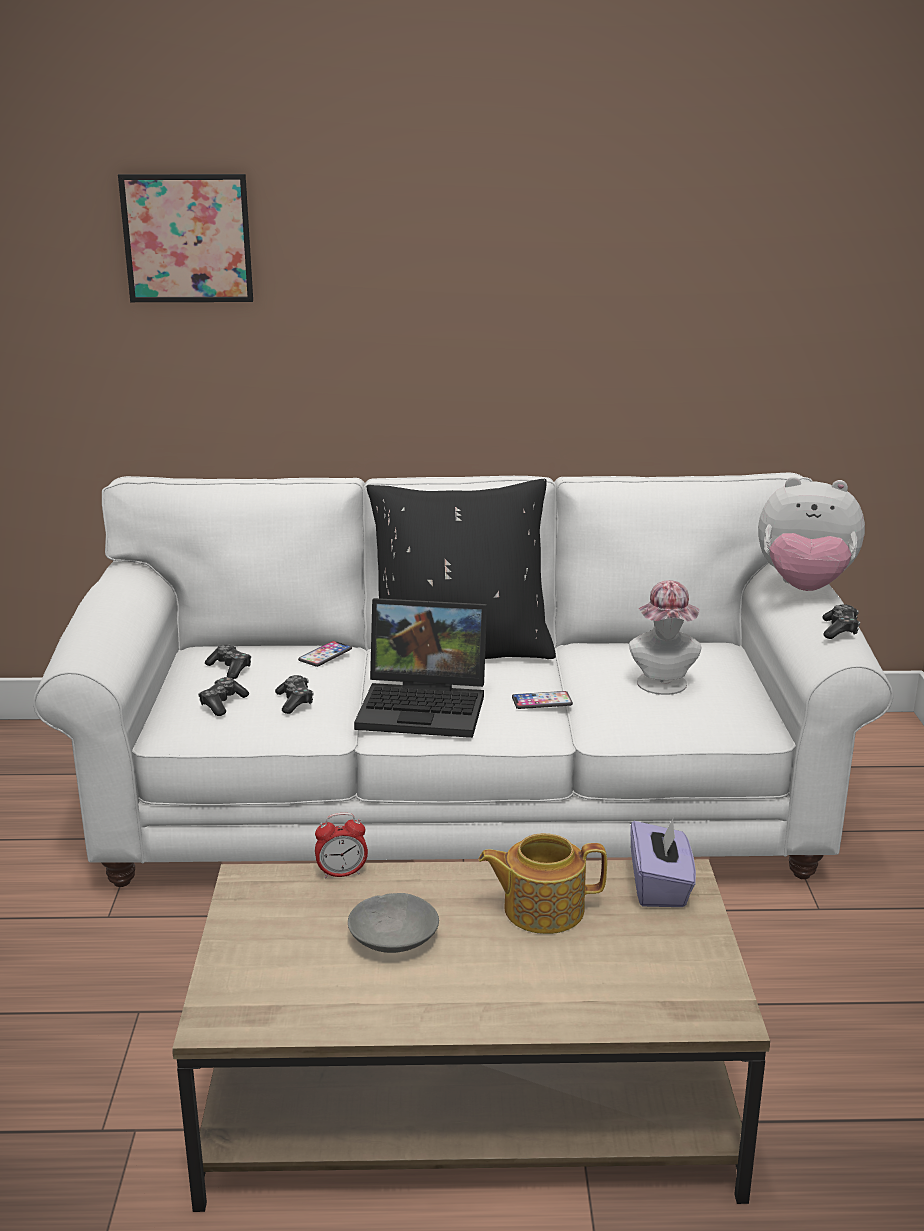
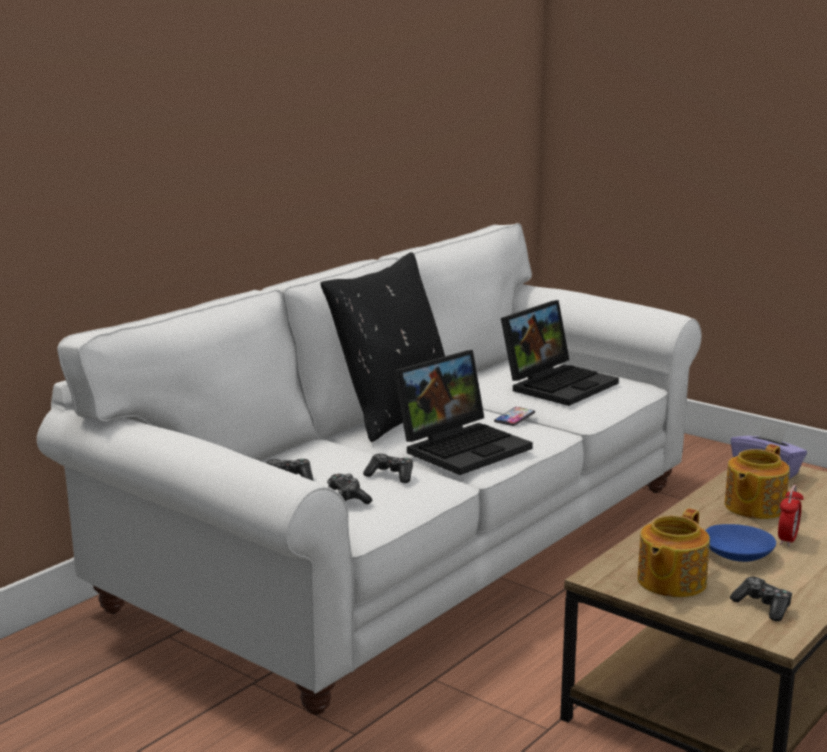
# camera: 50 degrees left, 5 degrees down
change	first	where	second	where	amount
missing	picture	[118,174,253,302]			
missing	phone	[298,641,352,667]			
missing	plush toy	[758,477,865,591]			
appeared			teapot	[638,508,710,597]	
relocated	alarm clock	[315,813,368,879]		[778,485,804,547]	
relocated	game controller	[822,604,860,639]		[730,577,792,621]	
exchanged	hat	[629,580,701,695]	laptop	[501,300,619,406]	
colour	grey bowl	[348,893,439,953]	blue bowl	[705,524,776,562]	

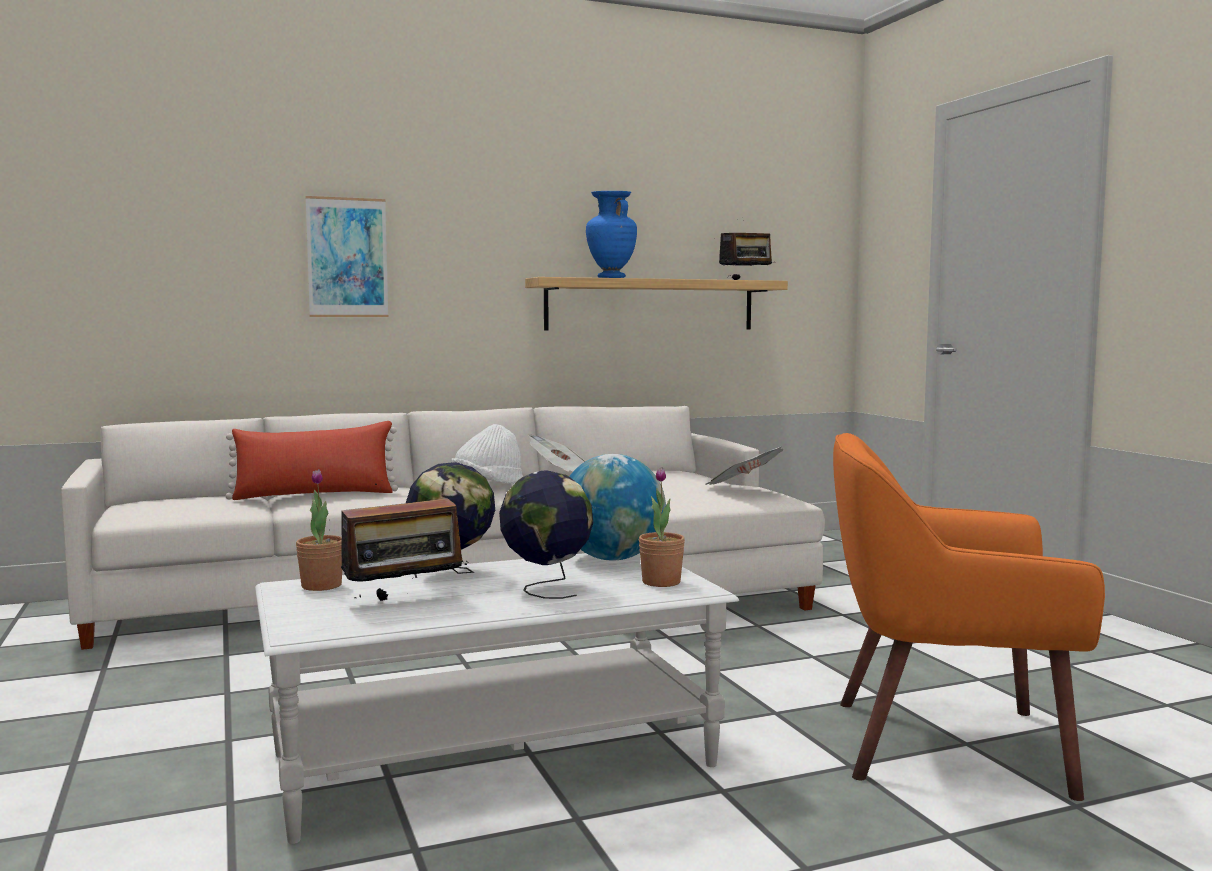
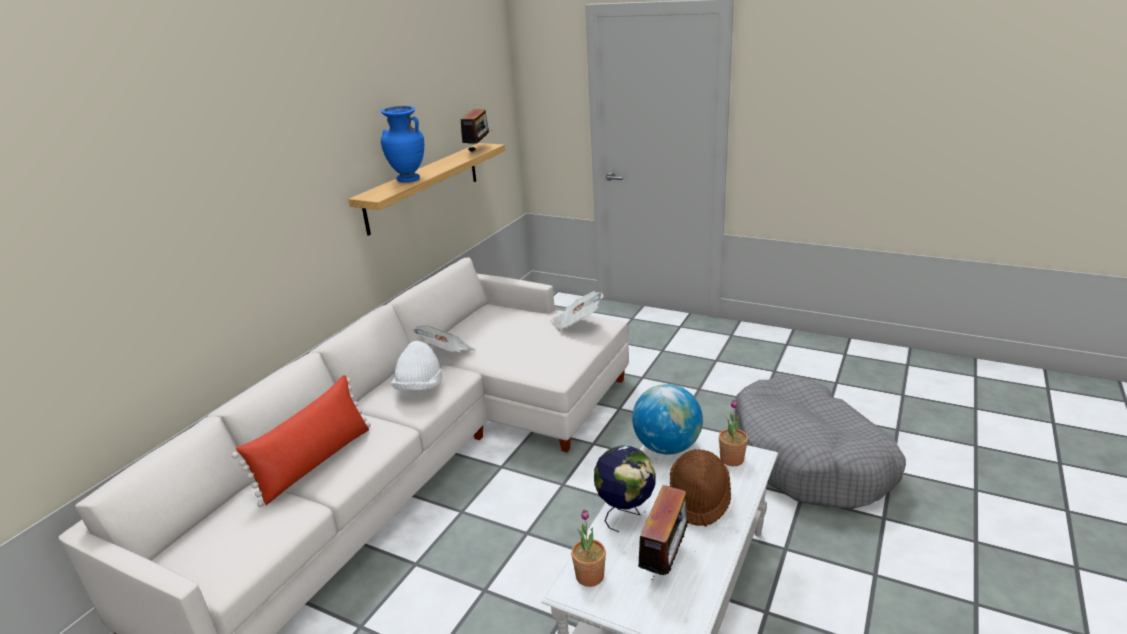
# camera: 40 degrees left, 20 degrees up
change	first	where	second	where	amount
missing	picture	[305,196,389,317]			
exchanged	globe	[499,470,593,599]	brown hat	[670,449,731,527]	
exchanged	orange armchair	[833,433,1105,801]	grey dog bed	[734,375,906,509]	

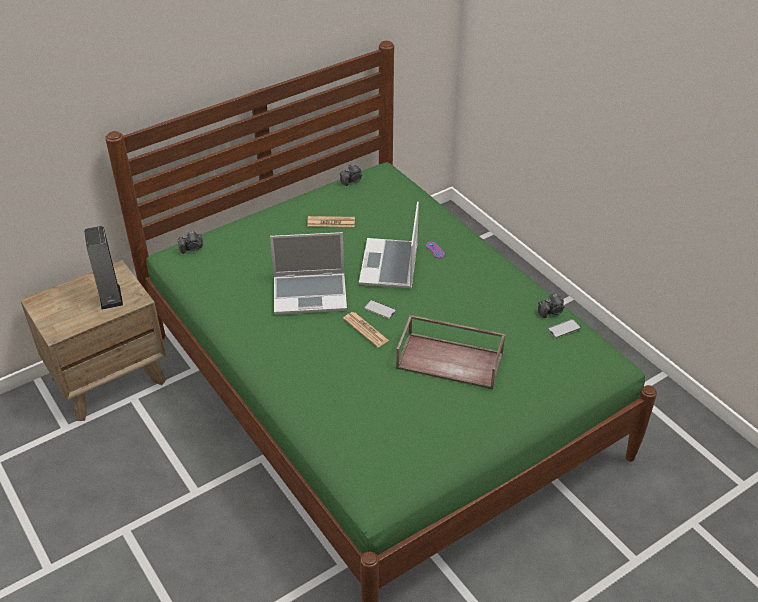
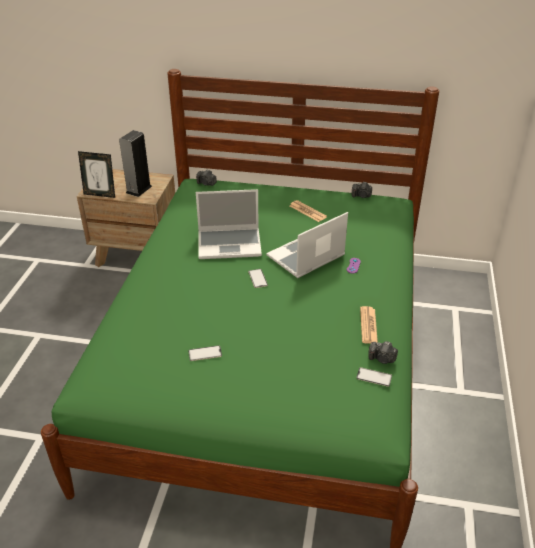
# camera: 45 degrees right, 5 degrees down
change	first	where	second	where	amount
missing	brown tray	[396,315,506,389]			
appeared			picture frame	[78,151,115,198]	
appeared			phone	[188,345,222,361]	
relocated	newspaper	[343,312,389,347]		[360,306,378,344]	
spun	laptop	[270,232,347,315]		[196,189,262,259]	45 degrees counterclockwise

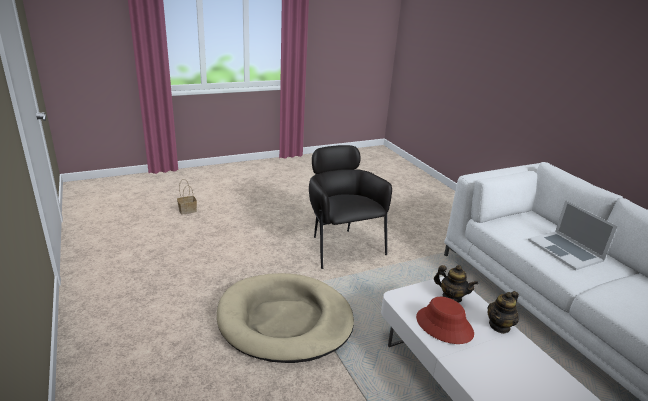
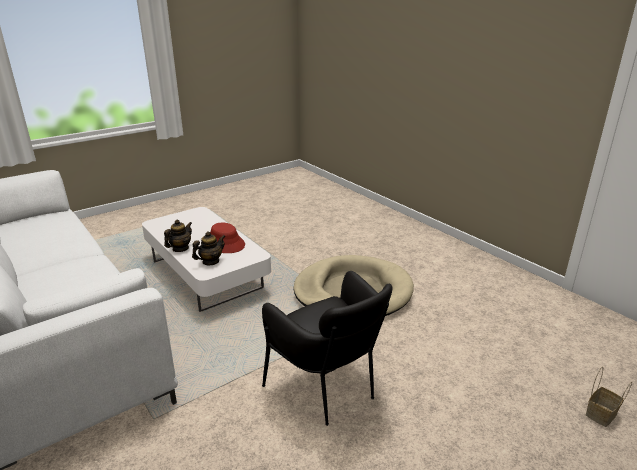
# camera: 170 degrees right, 0 degrees up
change	first	where	second	where	amount
missing	laptop	[528,200,618,271]			
spun	teapot	[434,265,478,303]		[192,232,226,265]	120 degrees clockwise

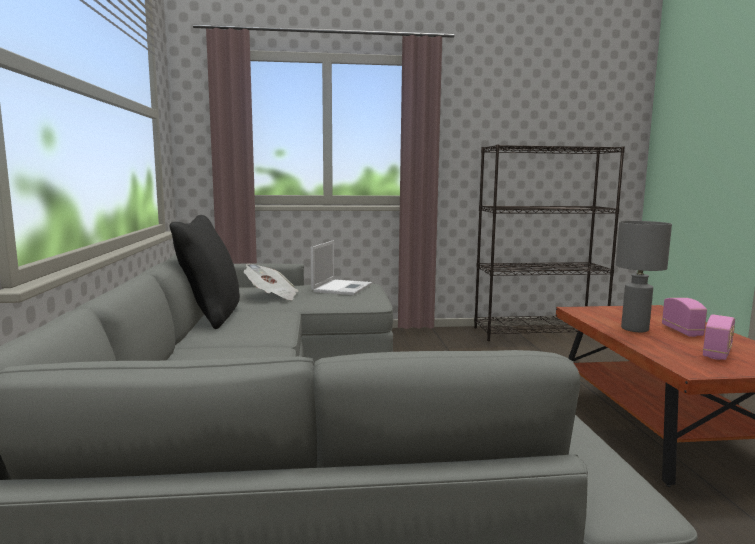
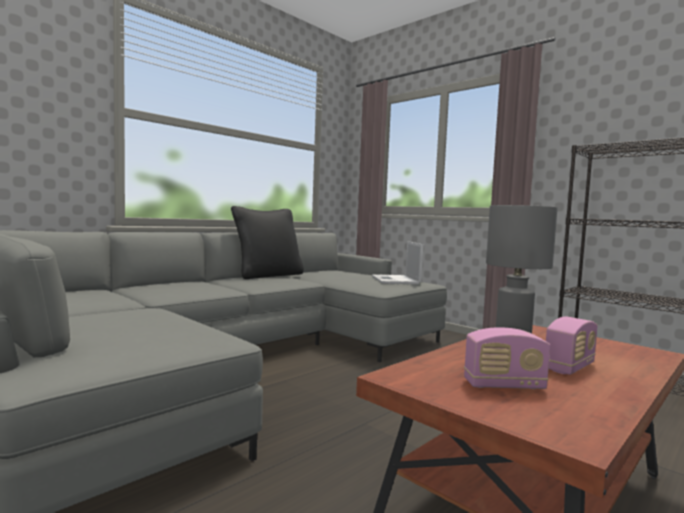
# camera: 50 degrees right, 5 degrees down
change	first	where	second	where	amount
missing	newspaper	[244,264,298,300]			
spun	laptop	[311,240,372,295]		[372,241,423,284]	105 degrees clockwise

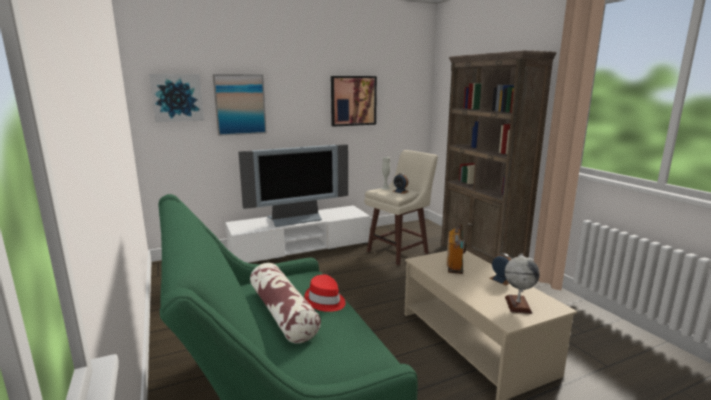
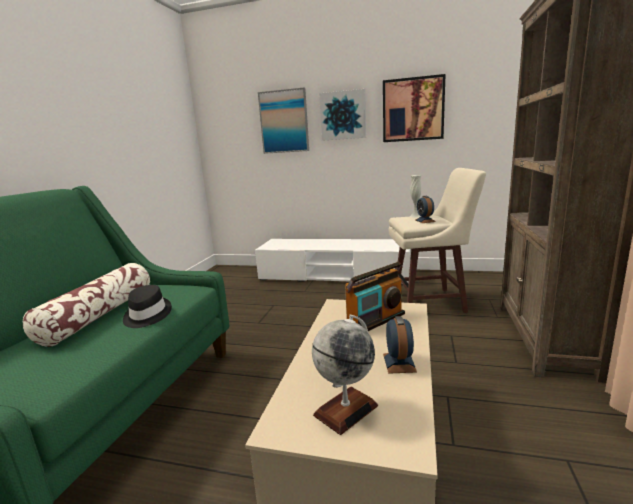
# camera: 40 degrees right, 0 degrees up
change	first	where	second	where	amount
missing	television	[238,144,348,227]			
relocated	picture	[149,74,204,122]		[319,89,366,141]	
colour	red hat	[305,274,346,312]	black hat	[123,285,172,328]	

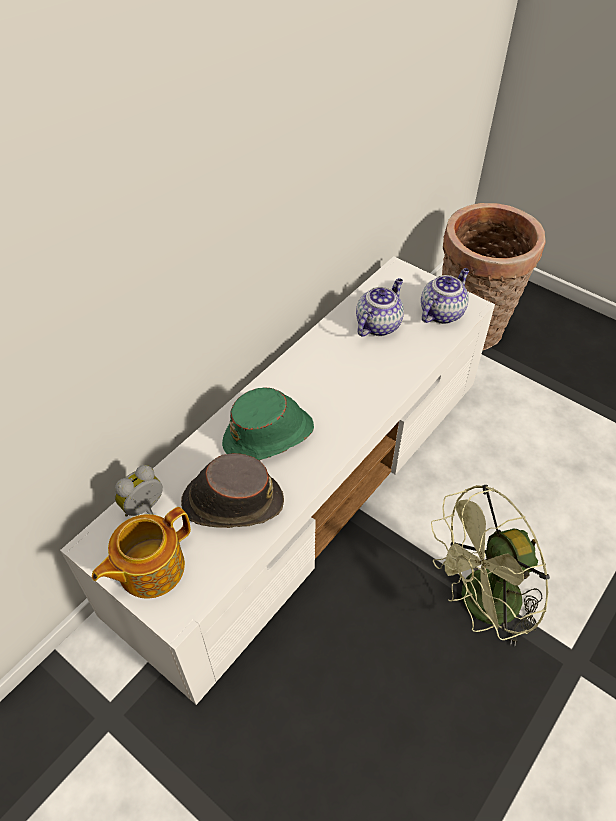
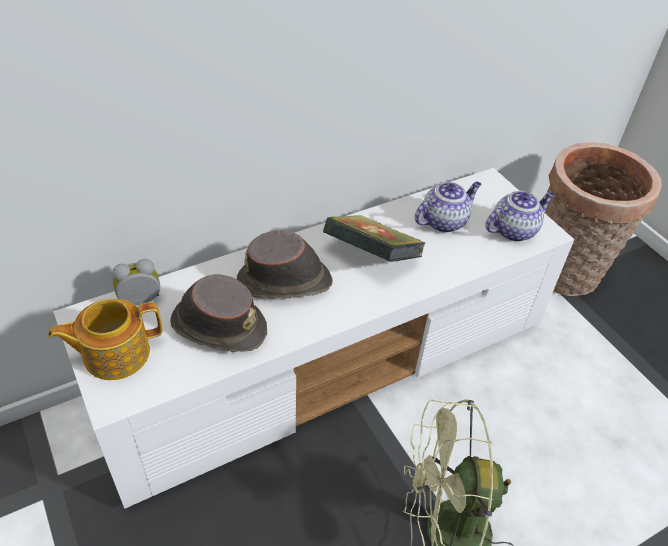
# camera: 20 degrees right, 5 degrees down
change	first	where	second	where	amount
appeared			book	[323,215,426,262]	
colour	green hat	[222,387,314,461]	brown hat	[237,230,333,299]	

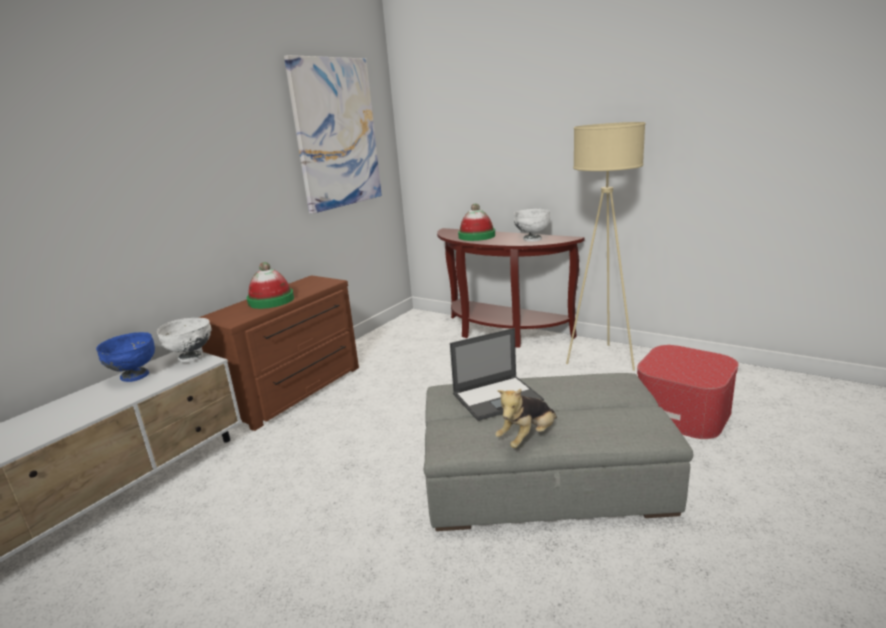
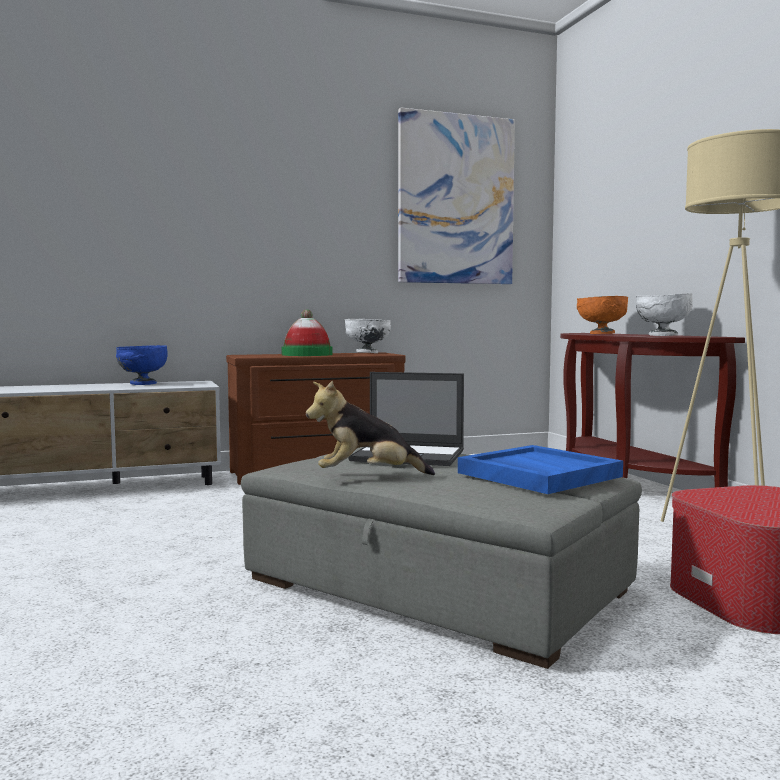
# camera: 35 degrees right, 15 degrees down
change	first	where	second	where	amount
appeared			blue tray	[458,445,623,494]	
relocated	white bowl	[157,318,212,363]		[345,319,391,353]	
exchanged	hat	[458,203,495,241]	orange bowl	[577,296,628,334]	

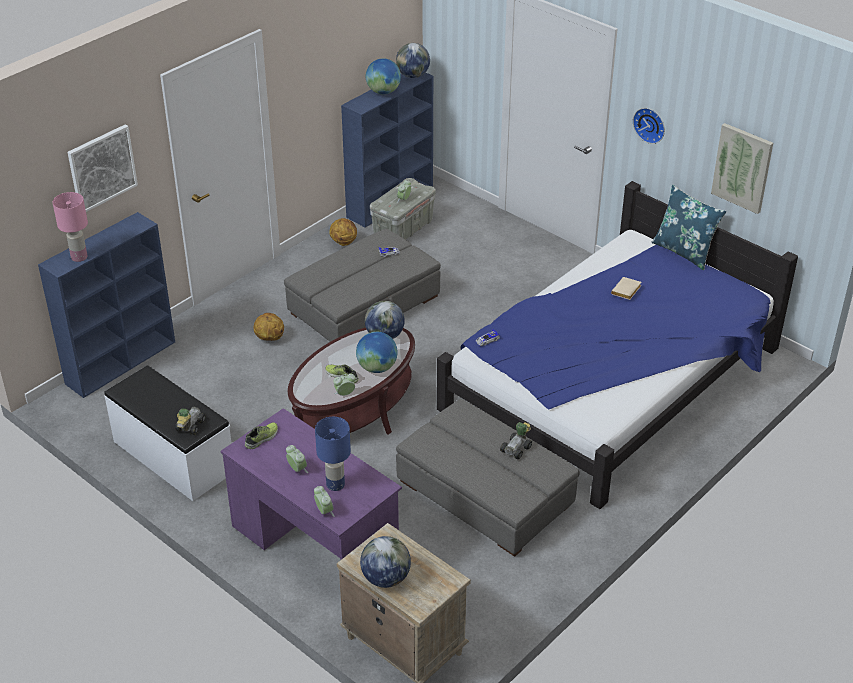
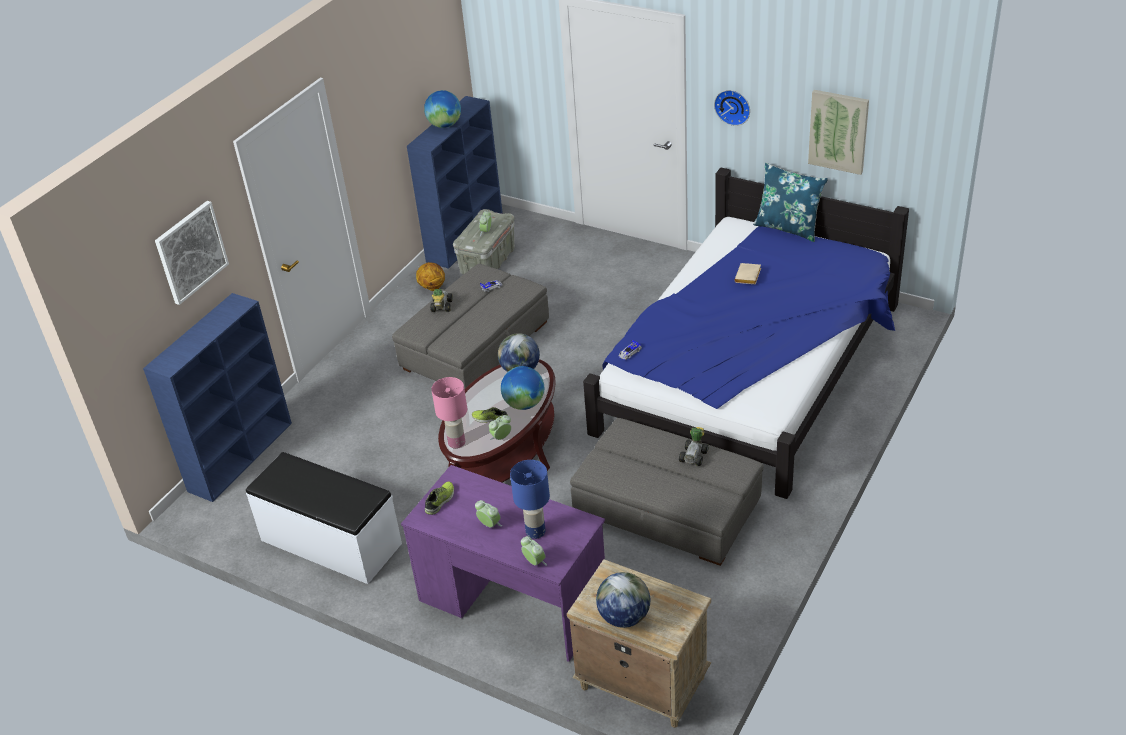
# camera: 10 degrees left, 0 degrees up
change	first	where	second	where	amount
missing	basketball	[253,313,284,341]			
missing	globe	[396,43,430,78]			
relocated	pink table lamp	[53,192,88,262]		[431,377,467,448]	
relocated	toy car	[175,407,206,435]		[430,289,453,312]	

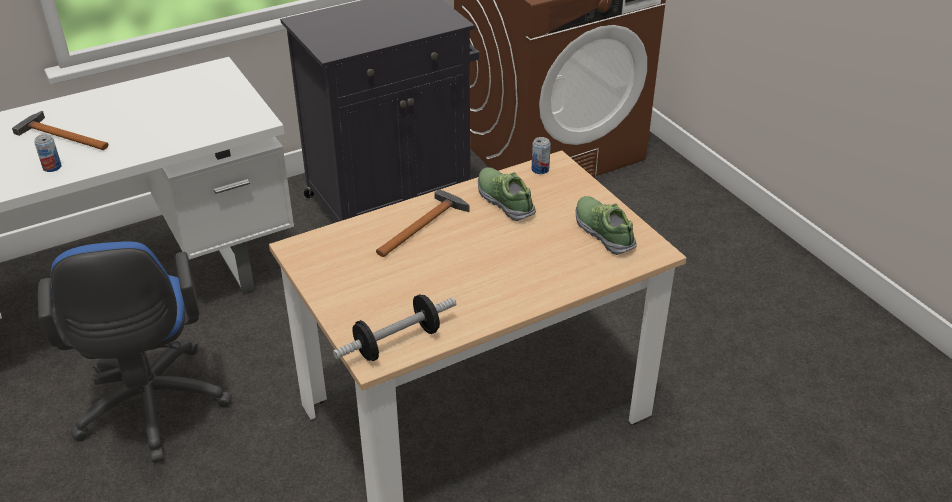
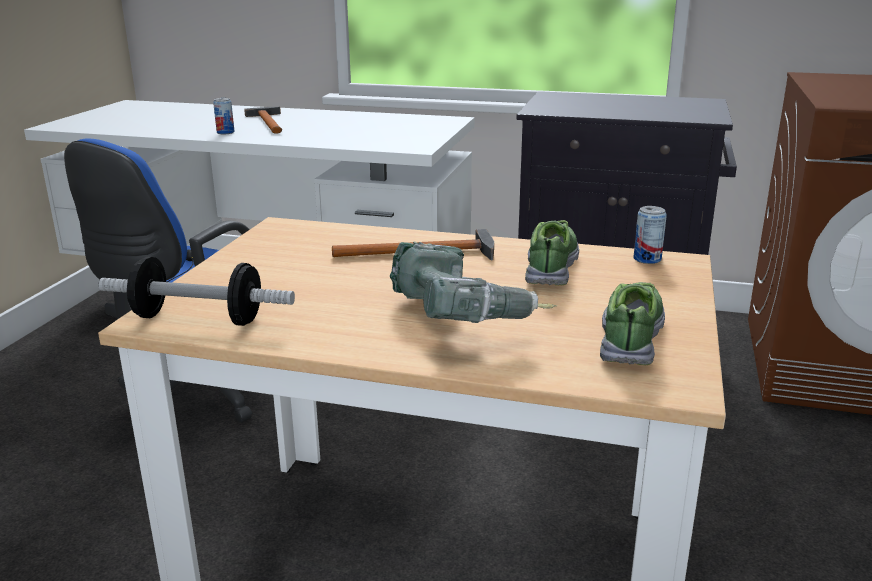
# camera: 45 degrees right, 15 degrees down
change	first	where	second	where	amount
appeared			power drill	[390,241,557,323]	

